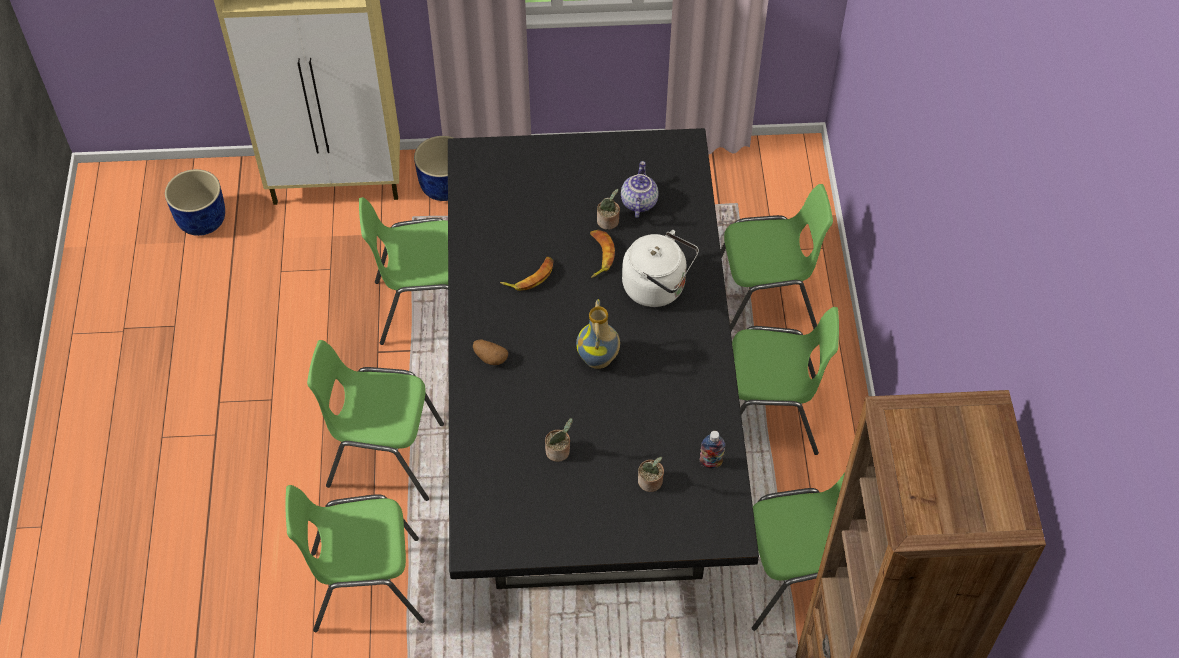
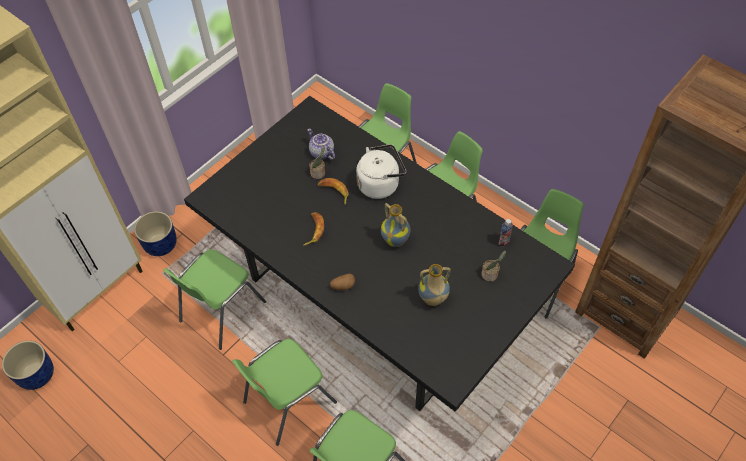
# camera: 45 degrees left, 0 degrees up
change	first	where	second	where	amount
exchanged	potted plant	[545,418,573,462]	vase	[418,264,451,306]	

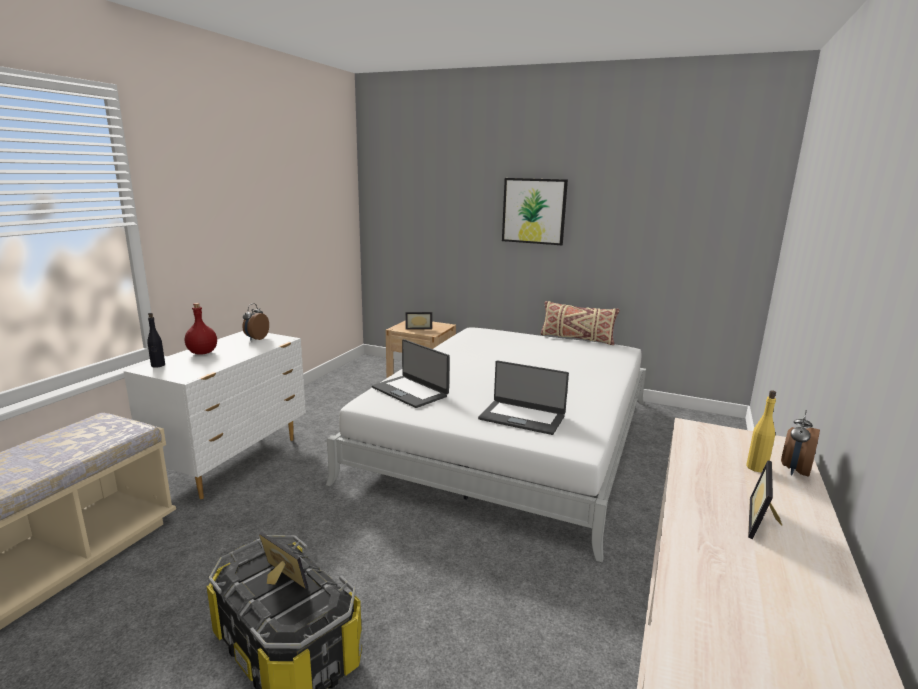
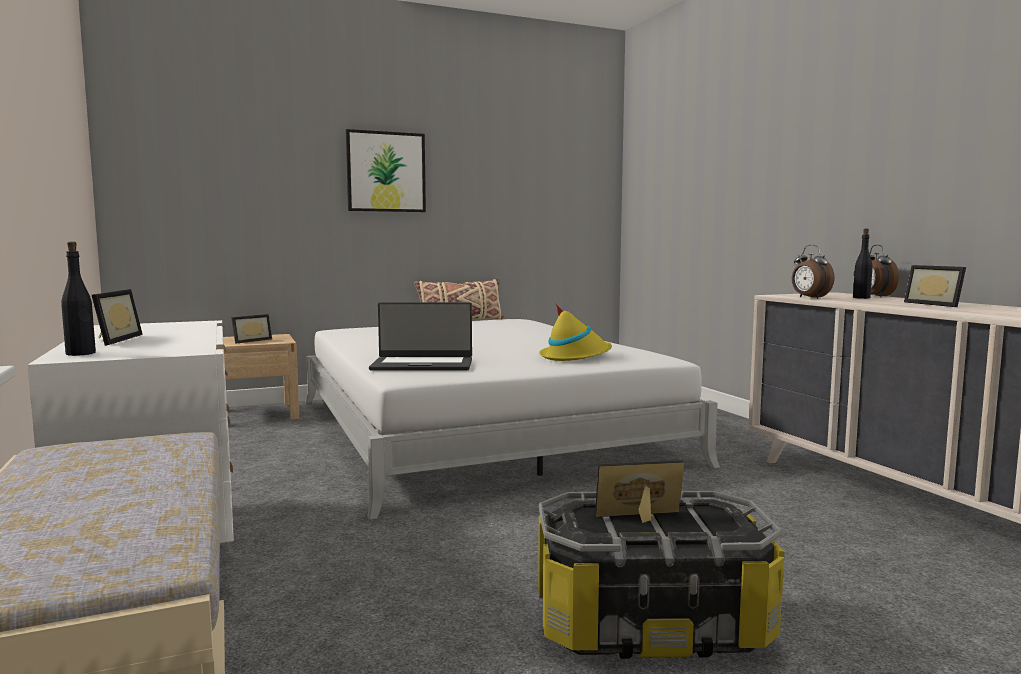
# camera: 45 degrees left, 10 degrees down
change	first	where	second	where	amount
relocated	alarm clock	[243,303,269,341]		[792,245,835,299]	
exchanged	red bottle	[185,303,217,355]	picture frame	[92,289,143,346]	
exchanged	laptop	[478,360,569,435]	yellow hat	[539,303,612,361]	
colour	yellow bottle	[746,390,776,473]	black bottle	[853,228,873,299]	

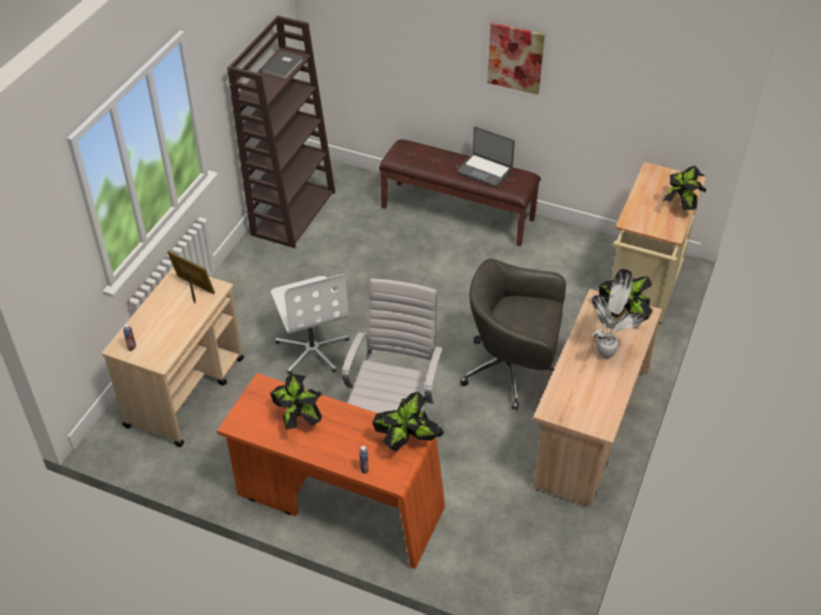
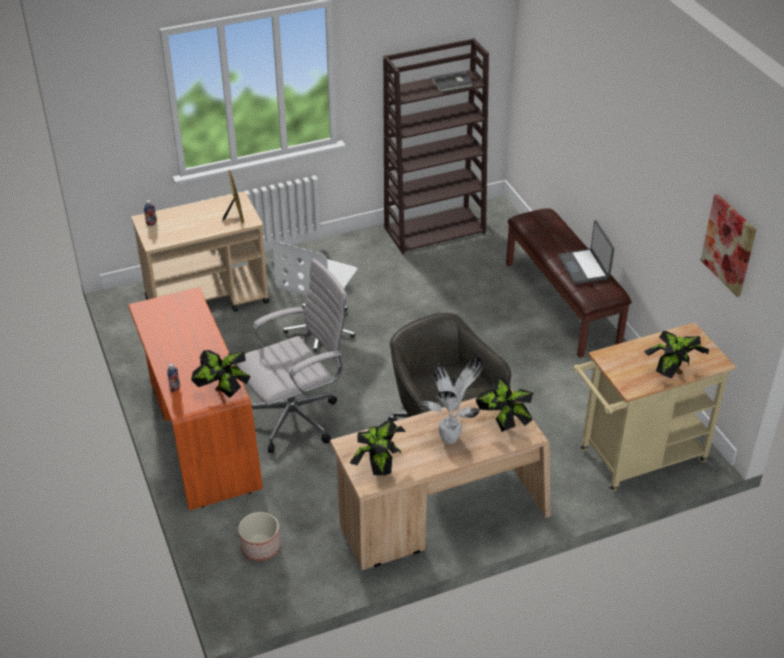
# camera: 45 degrees right, 5 degrees down
change	first	where	second	where	amount
appeared			planter	[238,512,281,561]	
relocated	potted plant	[270,373,322,430]		[350,420,406,476]	
relocated	picture	[487,22,545,95]		[701,194,756,297]	

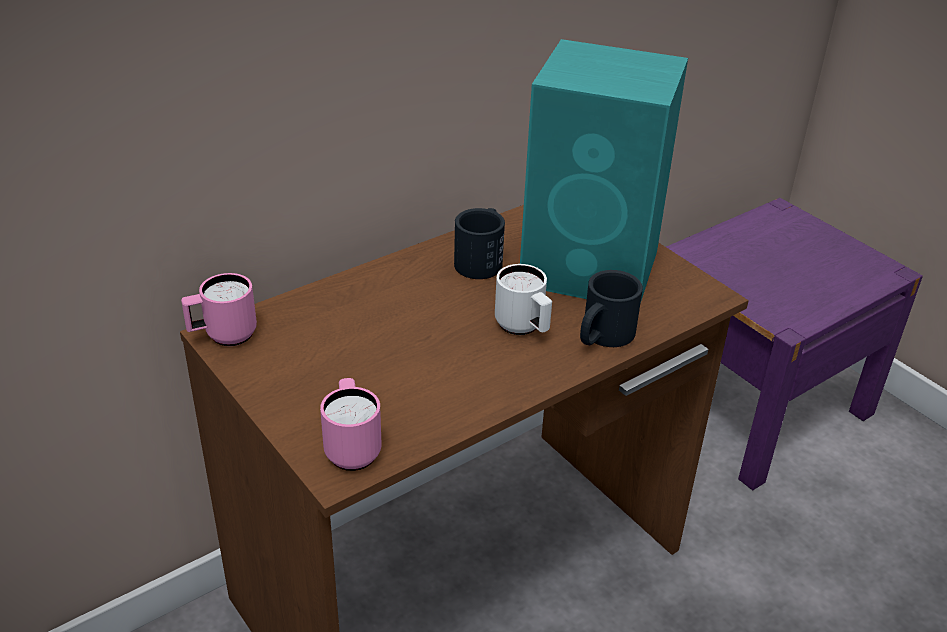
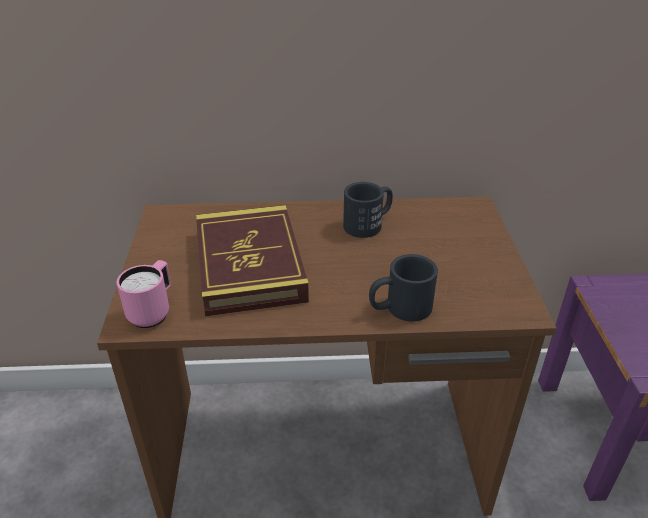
# camera: 35 degrees right, 0 degrees up
change	first	where	second	where	amount
missing	pink mug	[181,273,257,346]			
missing	white mug	[495,264,552,335]			
missing	turquoise speaker	[520,39,688,304]			
appeared			book	[196,205,309,317]	

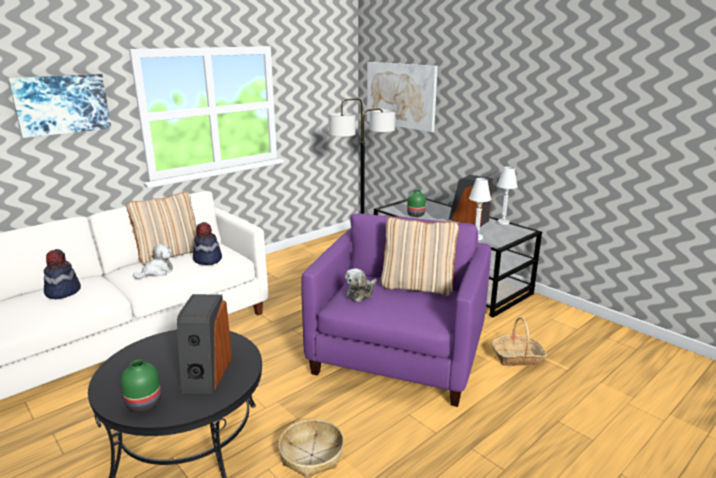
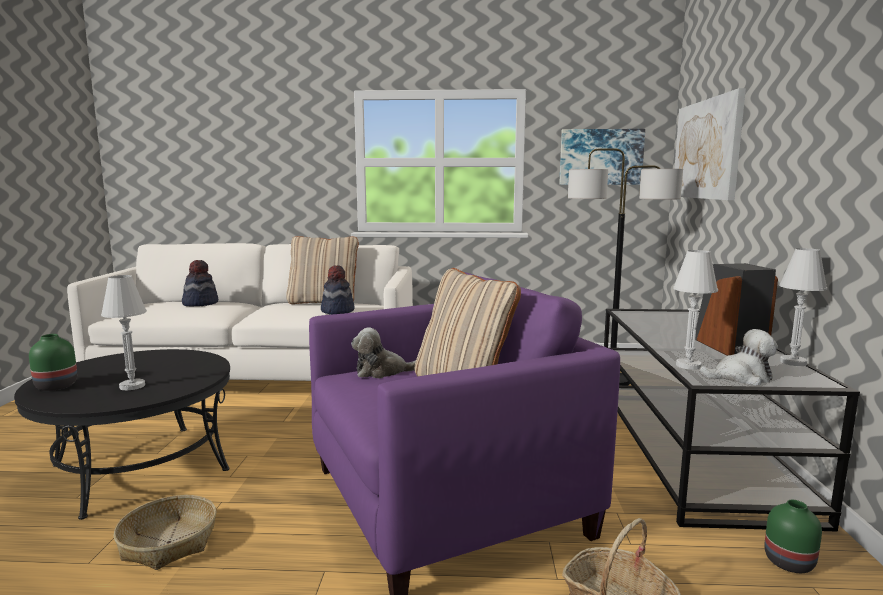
# camera: 45 degrees right, 10 degrees down
change	first	where	second	where	amount
relocated	picture	[8,74,111,138]		[559,129,645,185]	
relocated	plush toy	[133,244,173,279]		[699,329,778,385]	
relocated	green vase	[407,190,426,217]		[764,500,822,573]	
exchanged	speaker	[177,294,232,394]	white table lamp	[101,275,147,391]	

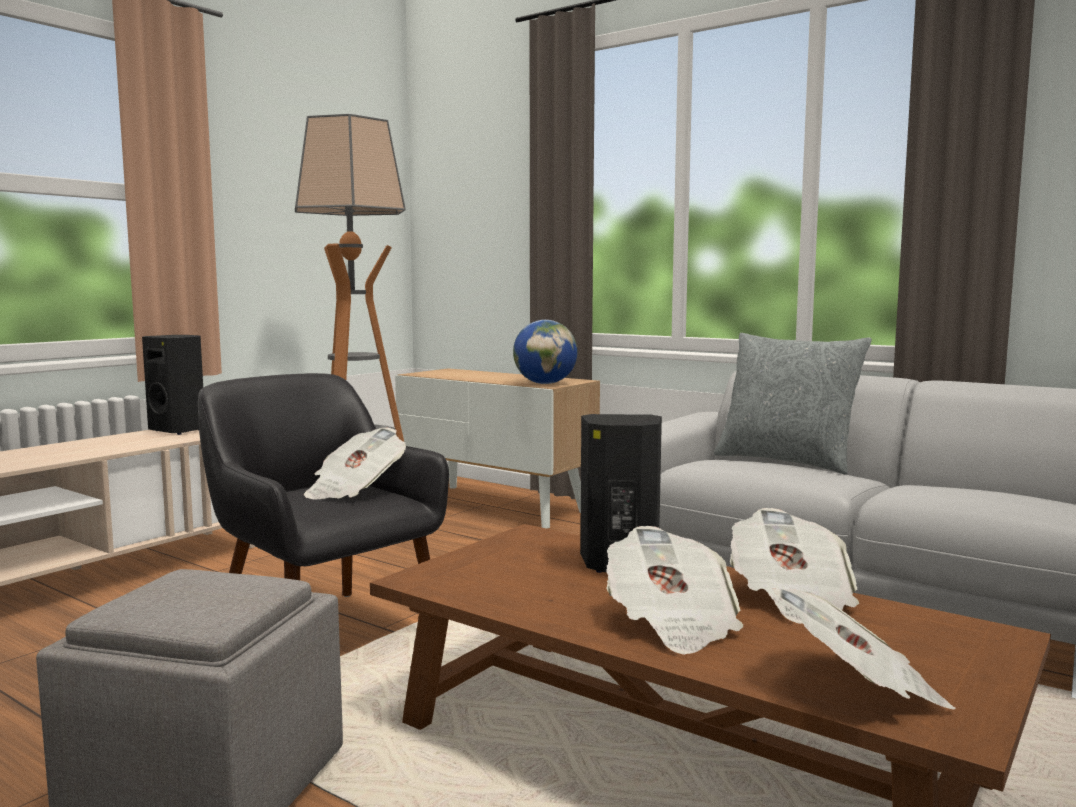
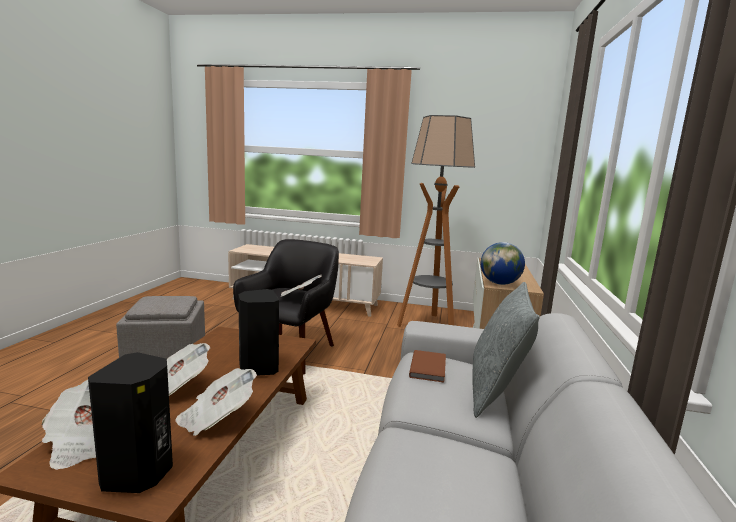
# camera: 65 degrees right, 5 degrees up
change	first	where	second	where	amount
appeared			brown book	[409,350,446,383]	
relocated	black speaker	[142,335,203,435]		[88,352,173,493]	

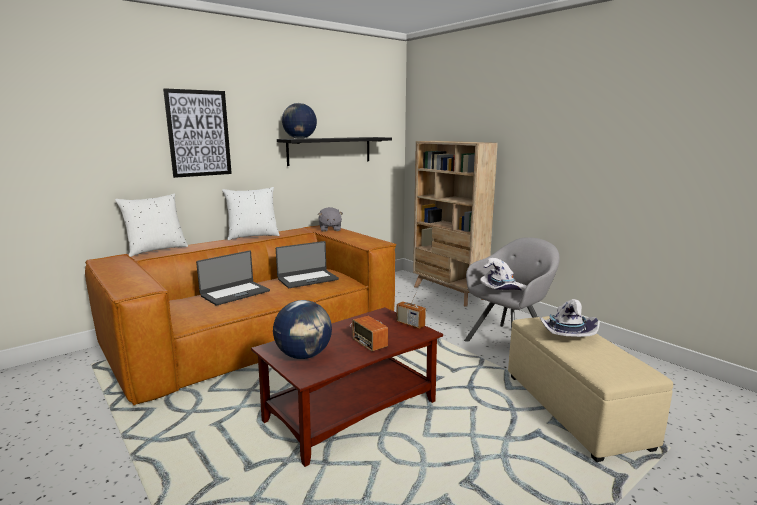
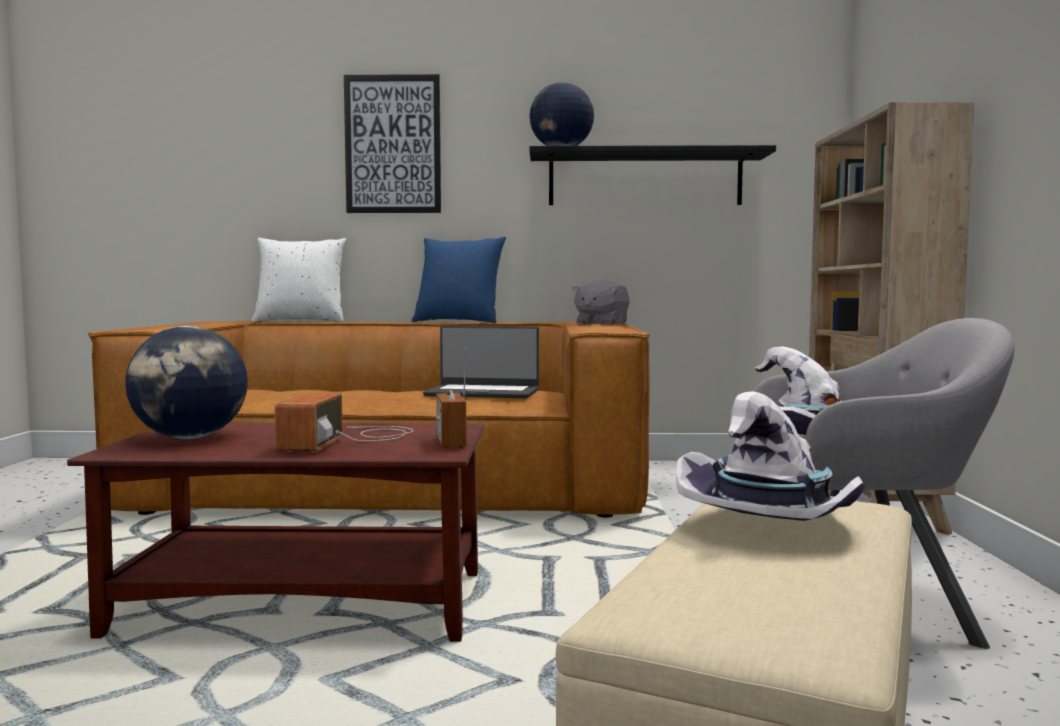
# camera: 40 degrees right, 10 degrees down
change	first	where	second	where	amount
missing	laptop	[196,251,270,306]			
colour	white pillow	[222,187,280,240]	blue pillow	[412,237,506,324]	

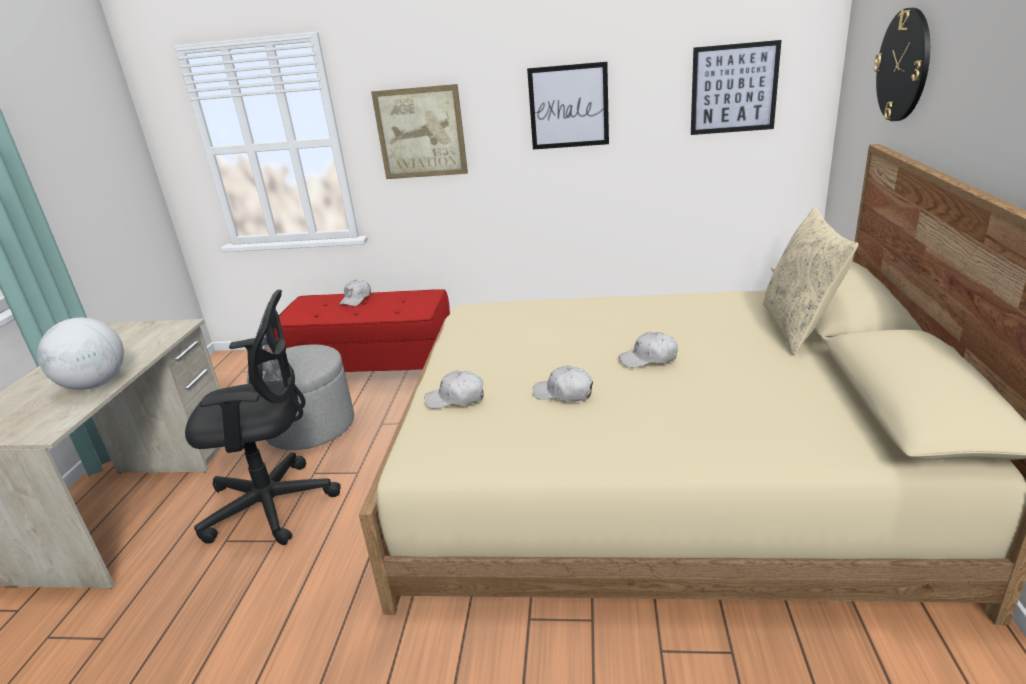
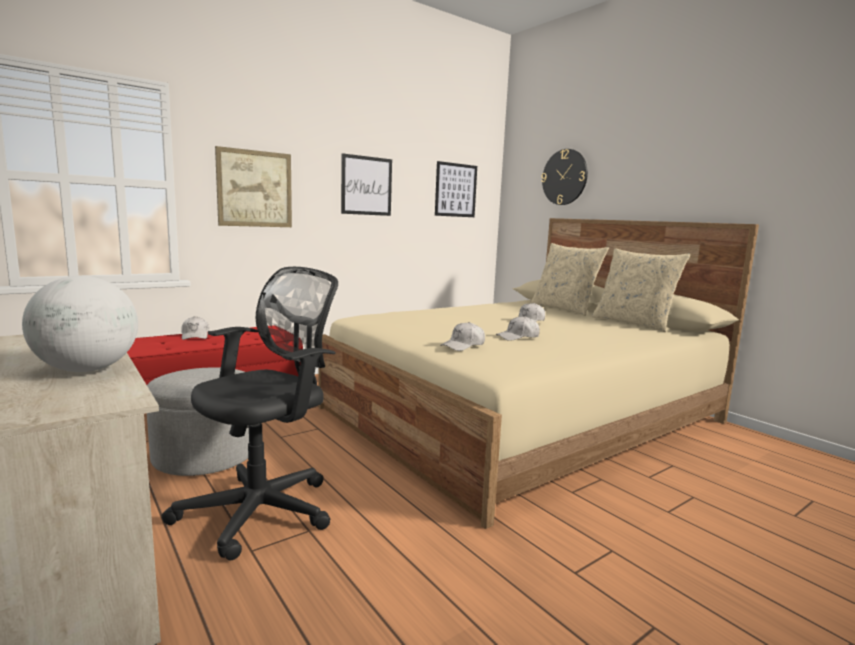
# camera: 45 degrees left, 15 degrees down
change	first	where	second	where	amount
appeared			beige pillow	[592,248,690,332]	

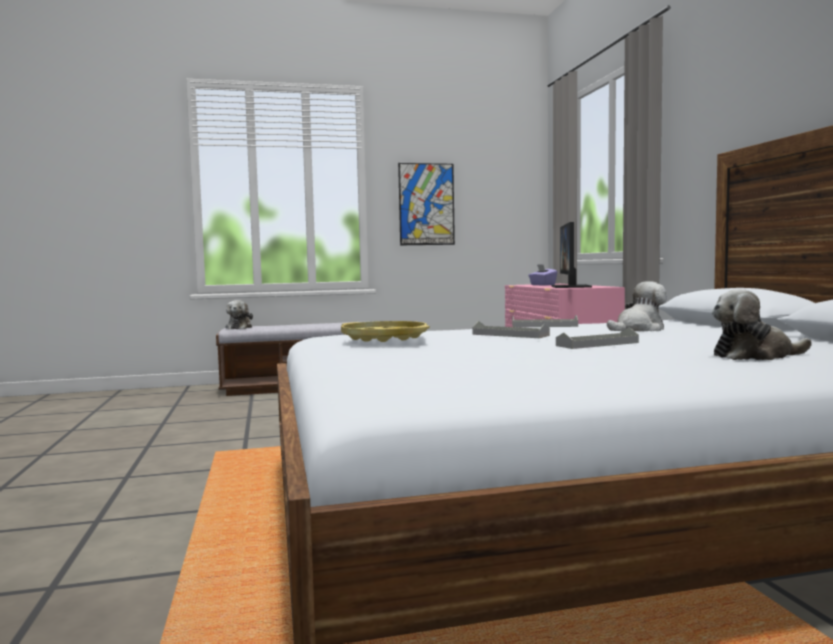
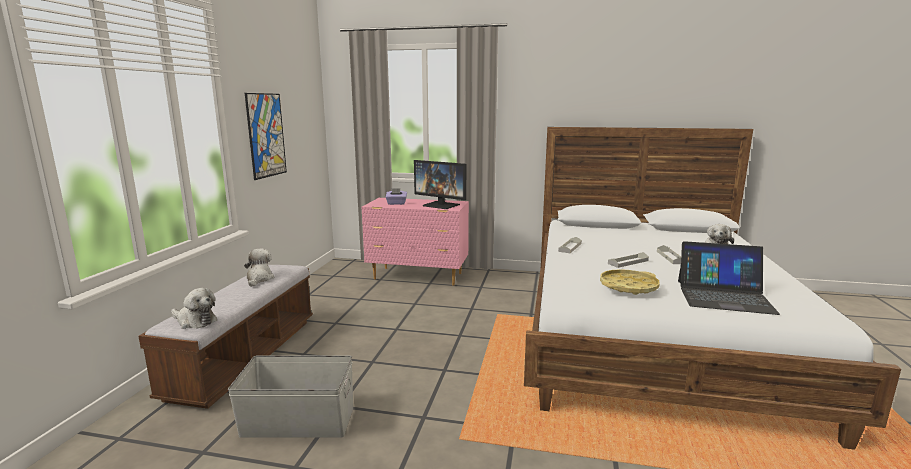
# camera: 65 degrees left, 10 degrees up
change	first	where	second	where	amount
appeared			grey storage box	[228,355,353,438]	
appeared			laptop	[678,241,780,315]	
relocated	plush toy	[607,281,667,332]		[244,249,274,287]	

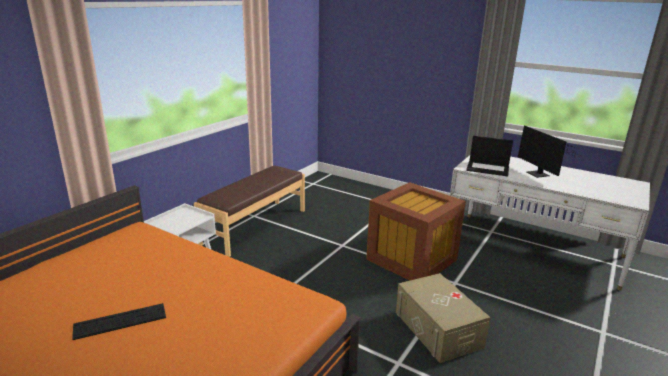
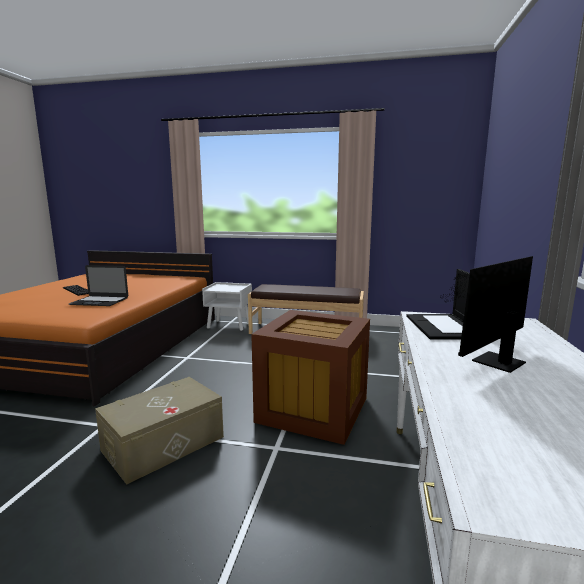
# camera: 70 degrees right, 10 degrees down
change	first	where	second	where	amount
appeared			laptop	[69,265,128,306]	

